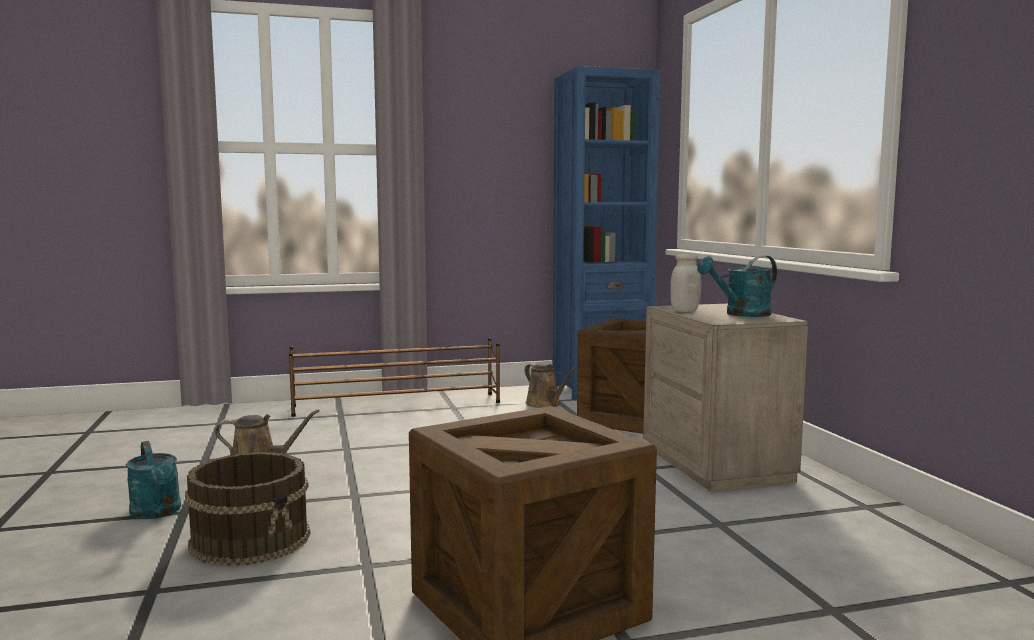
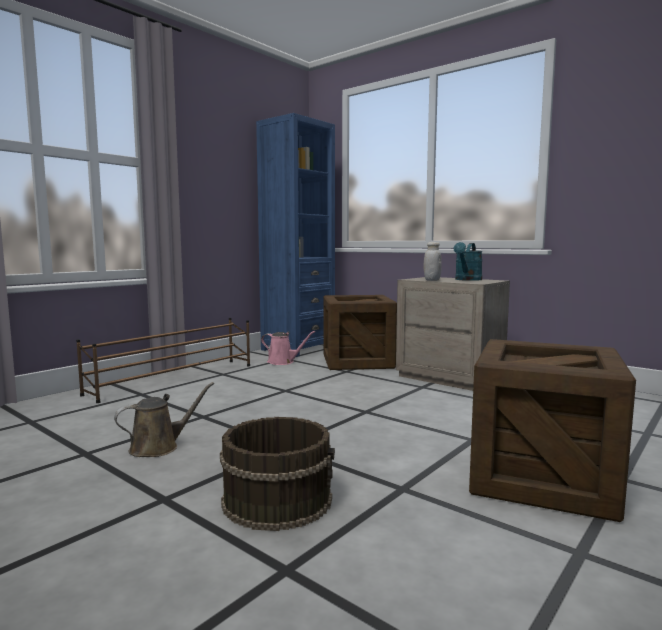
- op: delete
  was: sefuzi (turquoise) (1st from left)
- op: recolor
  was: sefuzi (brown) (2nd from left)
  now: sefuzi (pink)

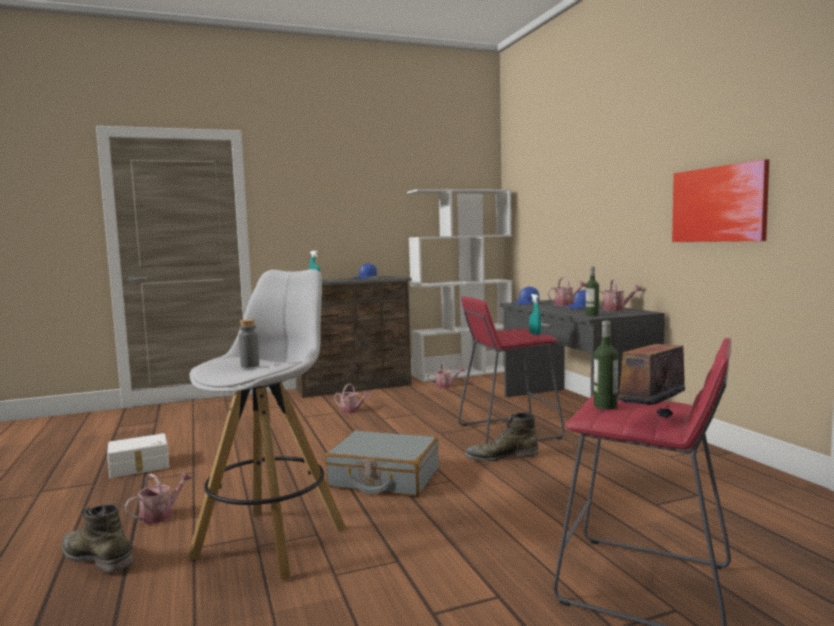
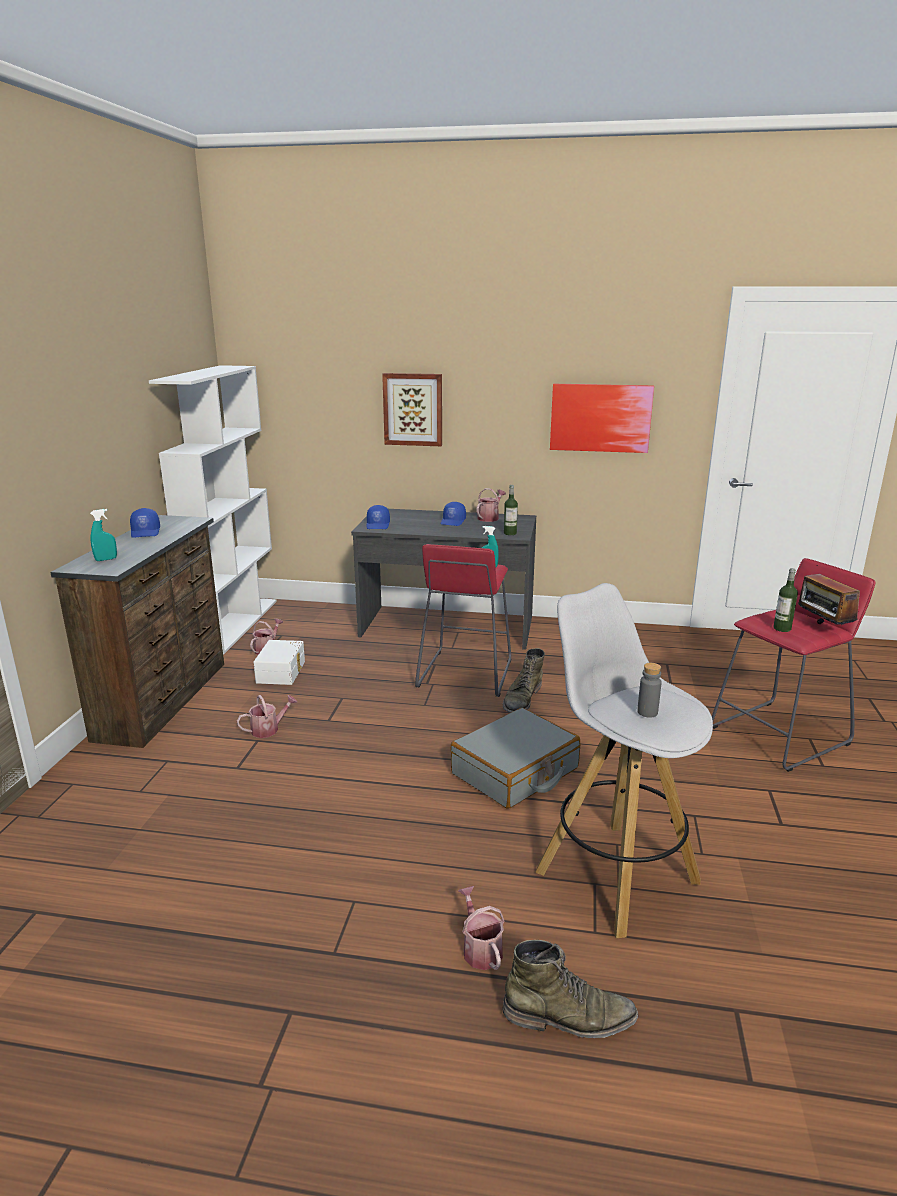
- op: rotate
  was: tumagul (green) (1st from left in the first image)
  clockwise: -150
- op: move
  was: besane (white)
- op: delete
  was: sefuzi (4th from left)
- op: insert
  now: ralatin (1st from left)

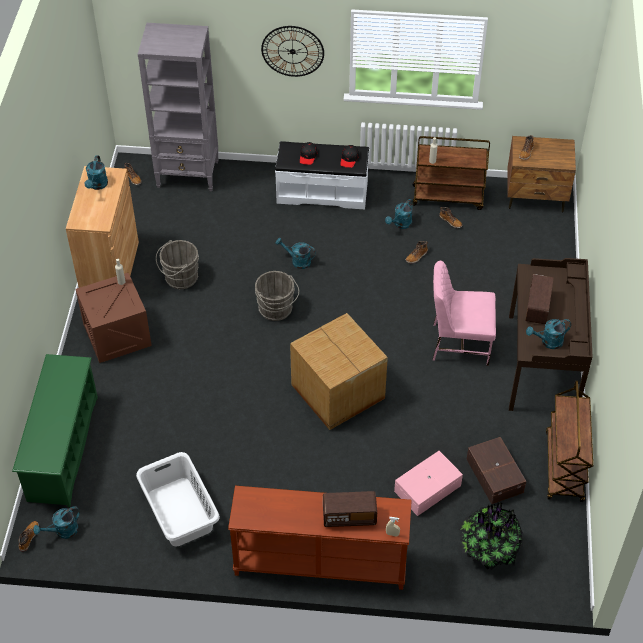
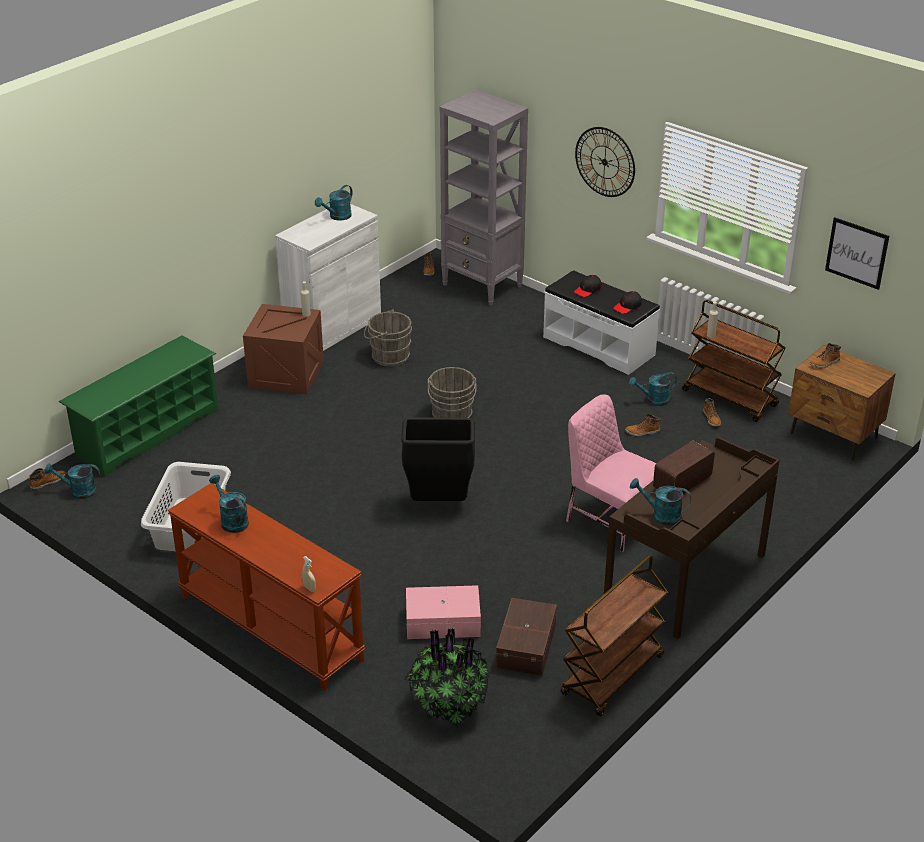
- op: recolor
  was: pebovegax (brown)
  now: pebovegax (white)
- op: move
  was: sefuzi (turquoise) (3rd from left in the first image)
  now: sefuzi (turquoise) (2nd from left)
- op: replace
  was: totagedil
  now: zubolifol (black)
- op: delete
  was: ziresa (1st from left)
- op: insert
  now: ralatin

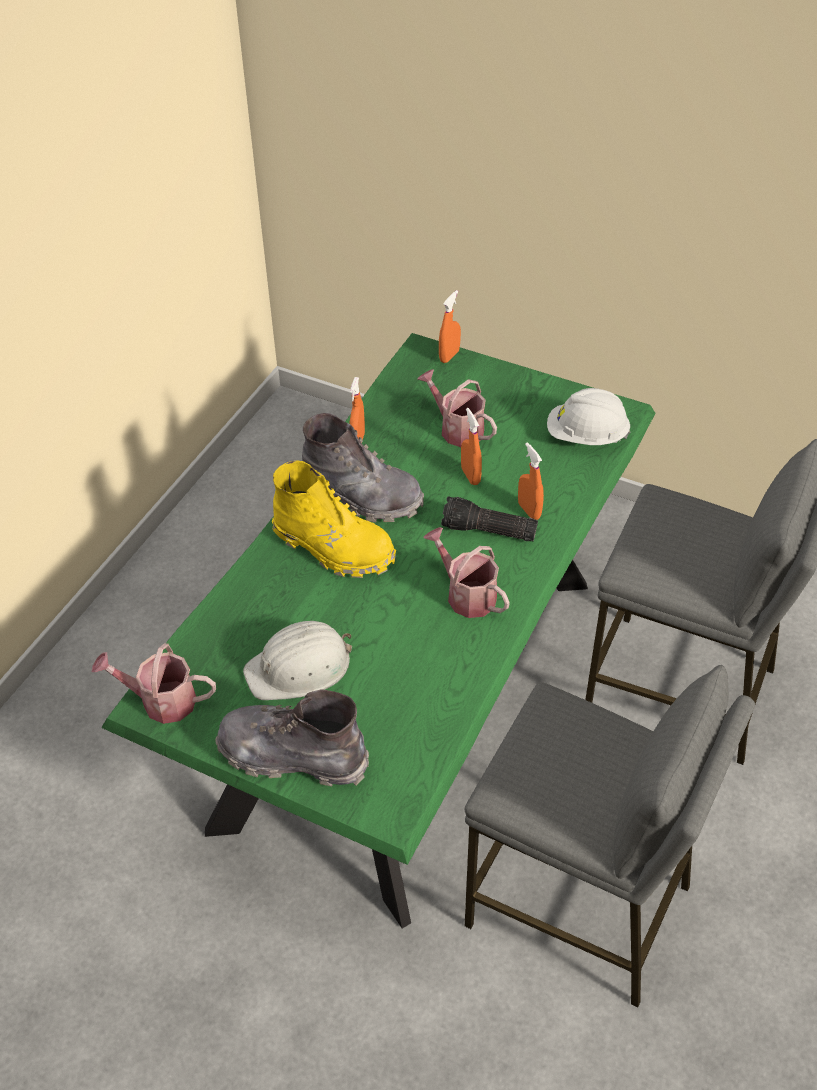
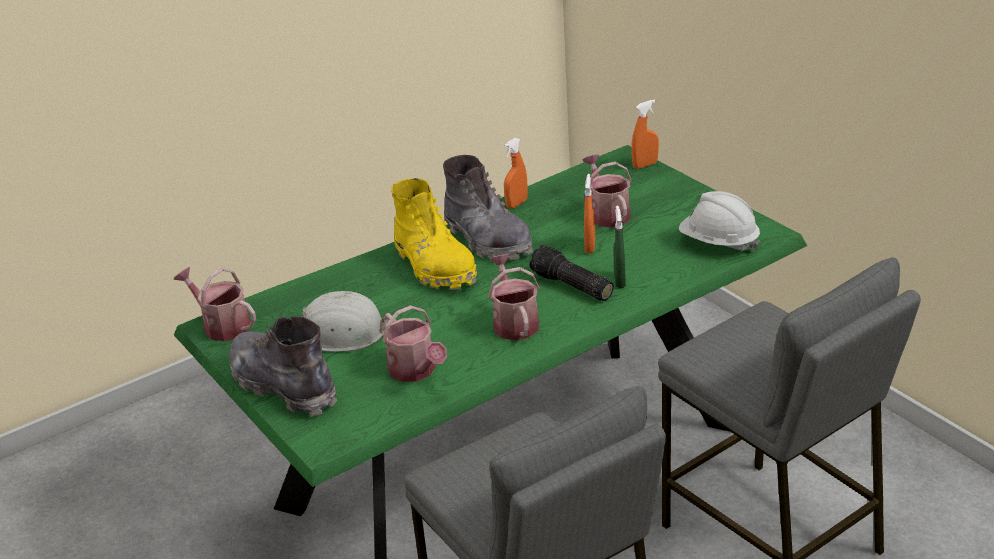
- op: recolor
  was: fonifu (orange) (4th from left)
  now: fonifu (green)
- op: insert
  now: sefuzi (2nd from left)

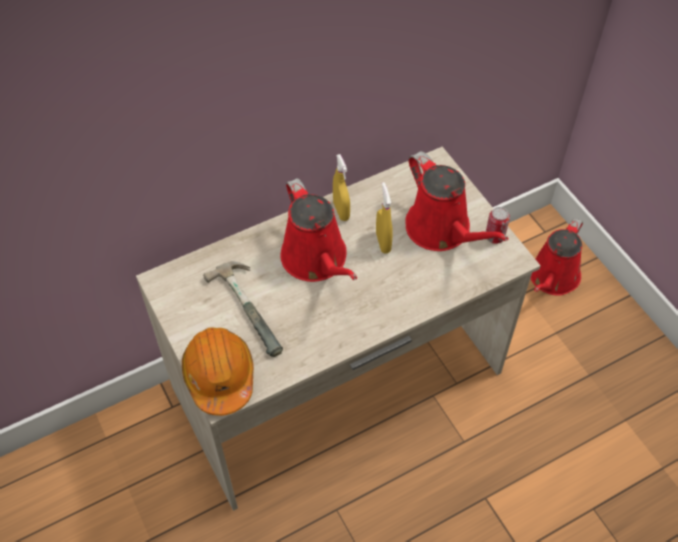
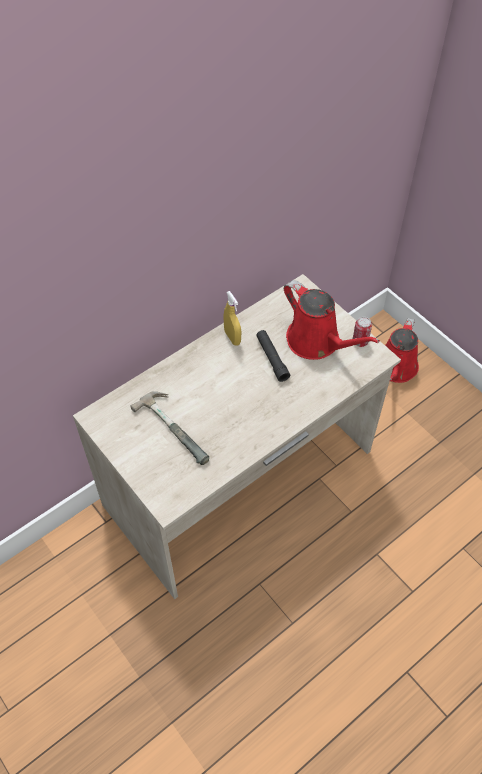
- op: delete
  was: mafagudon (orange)
- op: delete
  was: sefuzi (red) (1st from left)
- op: replace
  was: fonifu (yellow) (2nd from left)
  now: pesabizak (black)

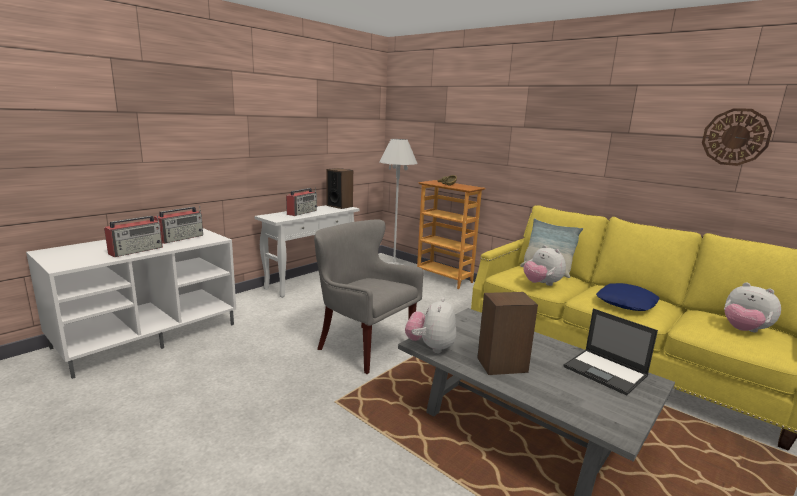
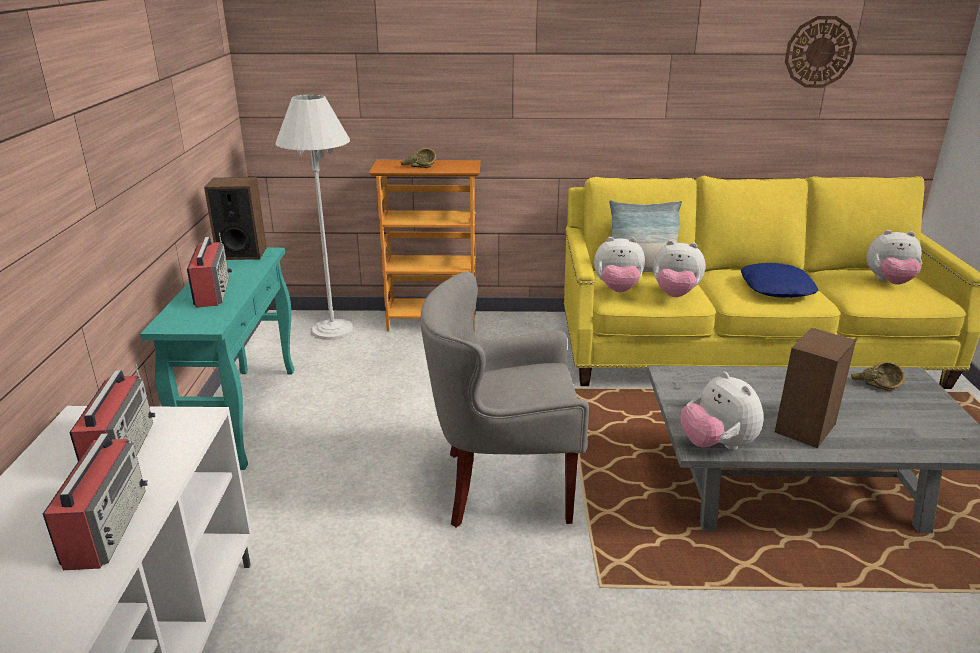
- op: recolor
  was: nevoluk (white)
  now: nevoluk (turquoise)
- op: replace
  was: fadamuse
  now: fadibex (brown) (2nd from left)
- op: insert
  now: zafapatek (1st from left)

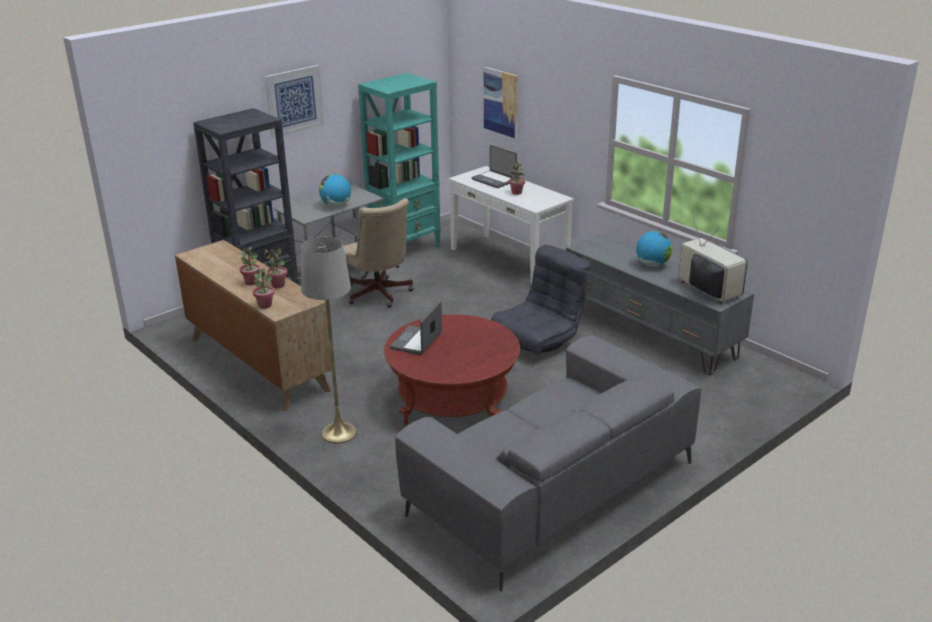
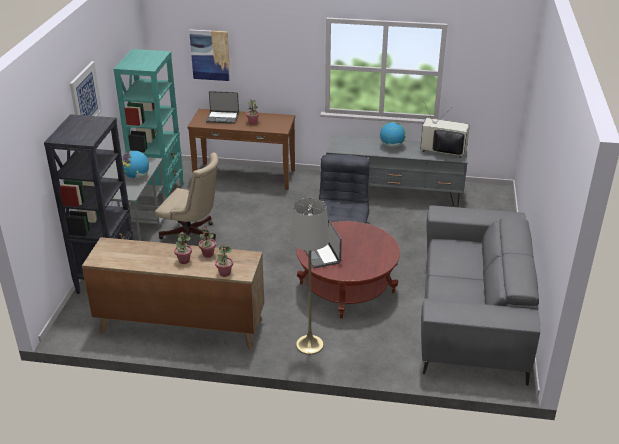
- op: recolor
  was: nevoluk (white)
  now: nevoluk (brown)

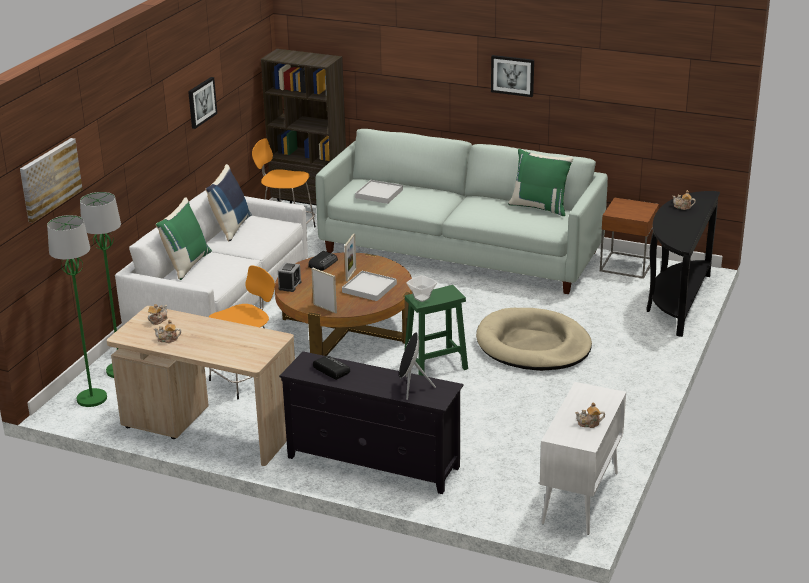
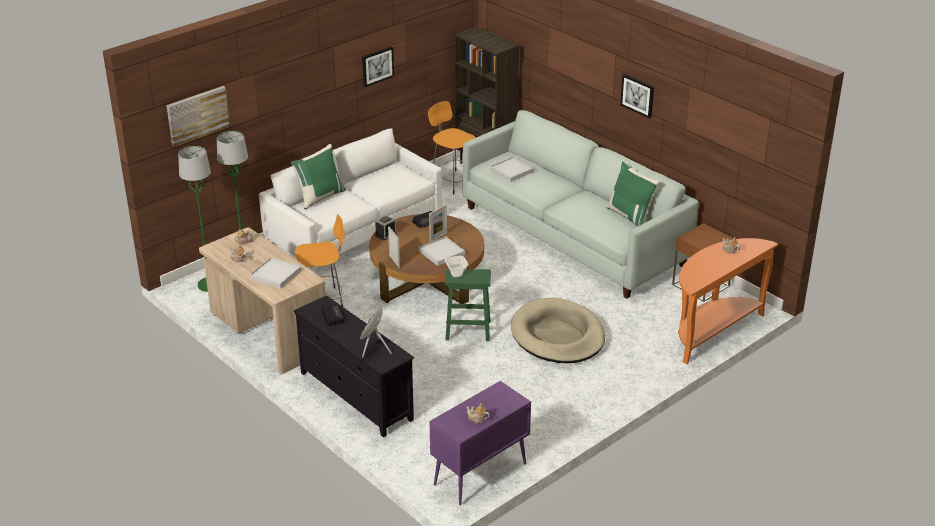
- op: delete
  was: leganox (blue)
- op: recolor
  was: pebovegax (white)
  now: pebovegax (purple)
- op: recolor
  was: nevoluk (black)
  now: nevoluk (orange)
- op: insert
  now: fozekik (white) (1st from left)

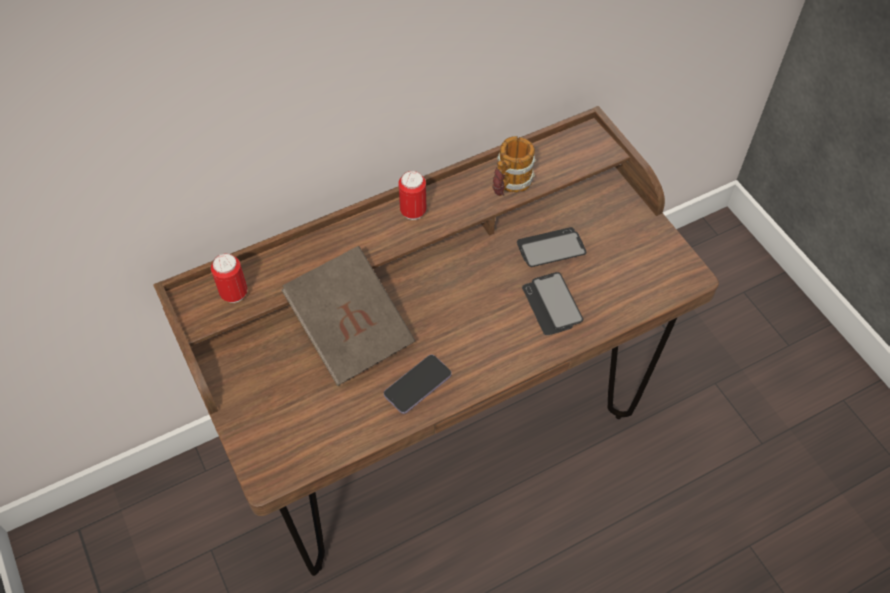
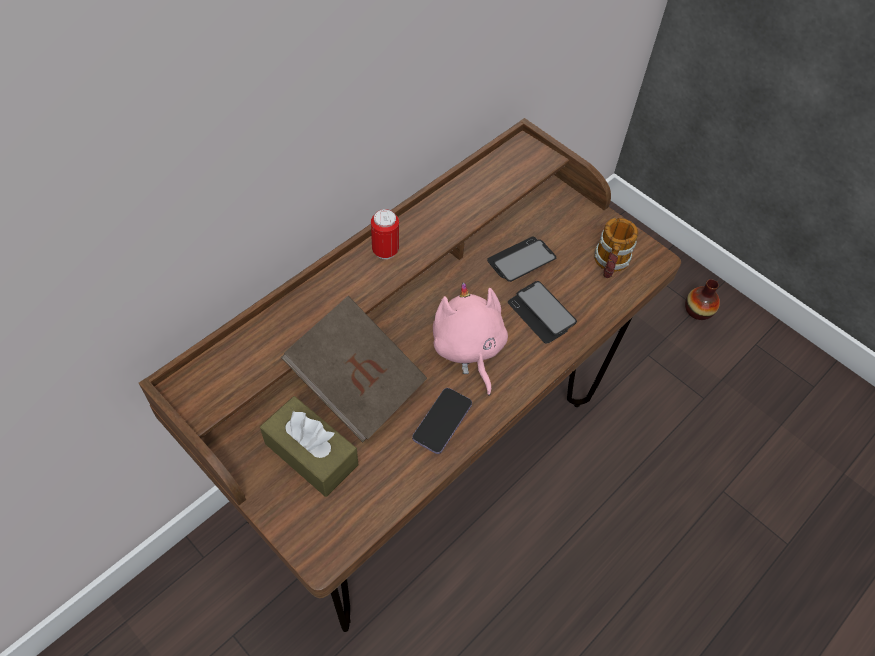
- op: delete
  was: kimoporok (1st from left)
- op: move
  was: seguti
- op: insert
  now: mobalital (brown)
- op: insert
  now: zafapatek (pink)
- op: insert
  now: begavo

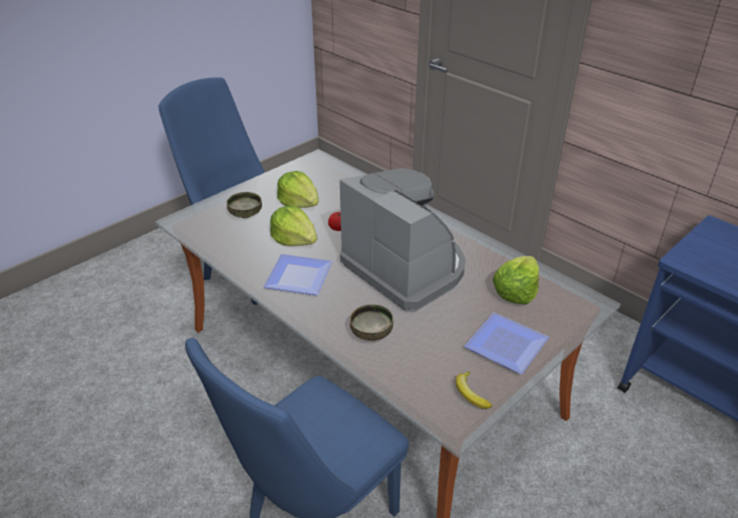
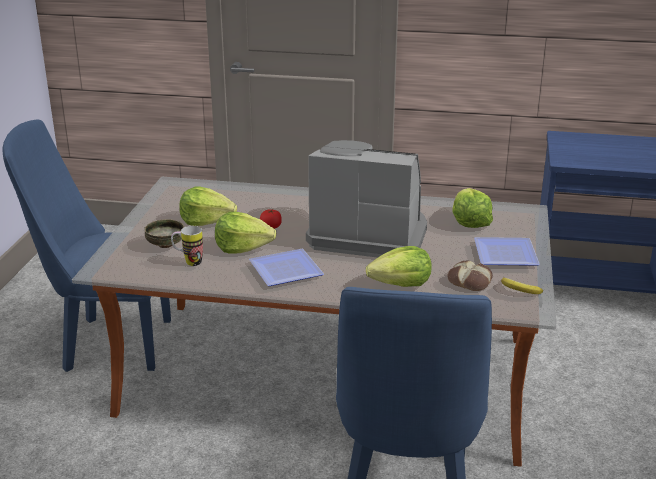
- op: replace
  was: fadibex (2nd from left)
  now: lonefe (3rd from left)
- op: insert
  now: seguti
- op: insert
  now: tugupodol

